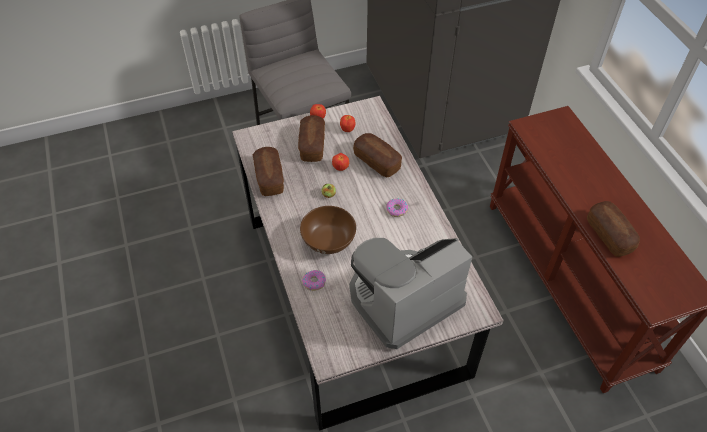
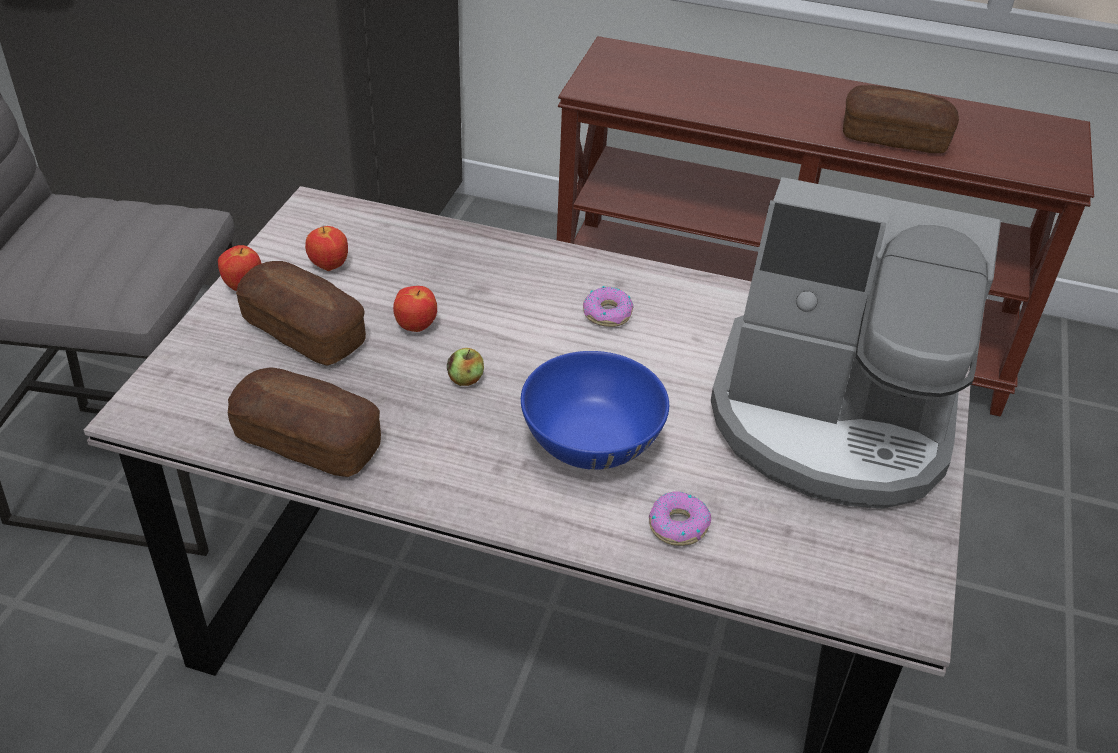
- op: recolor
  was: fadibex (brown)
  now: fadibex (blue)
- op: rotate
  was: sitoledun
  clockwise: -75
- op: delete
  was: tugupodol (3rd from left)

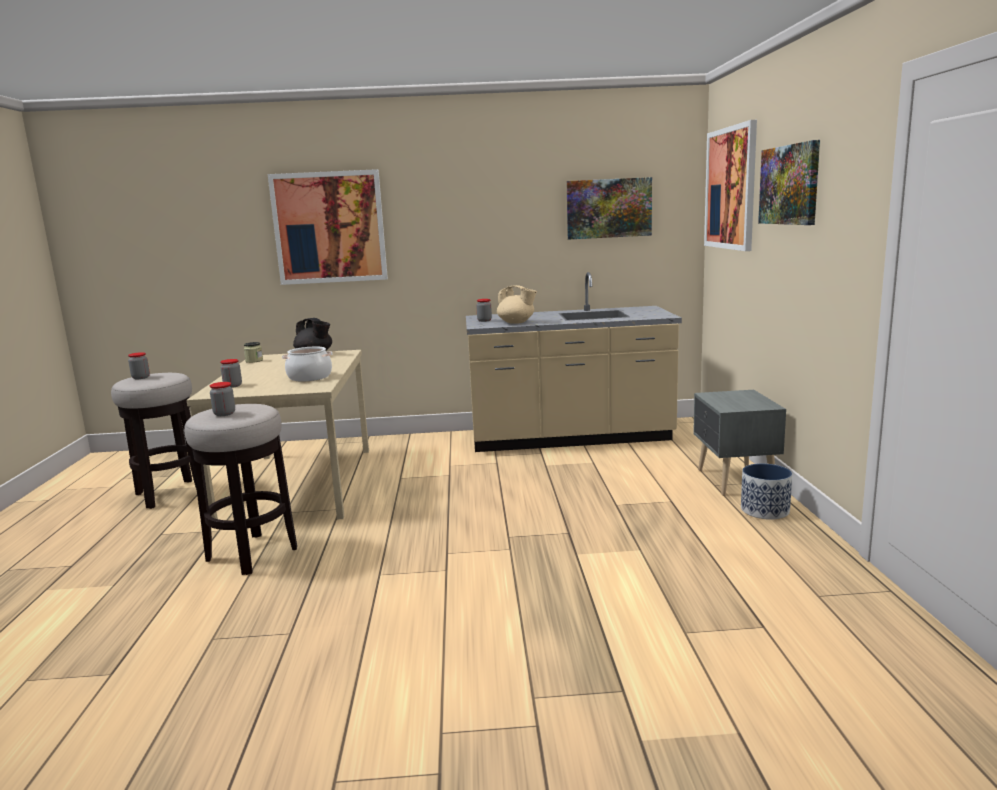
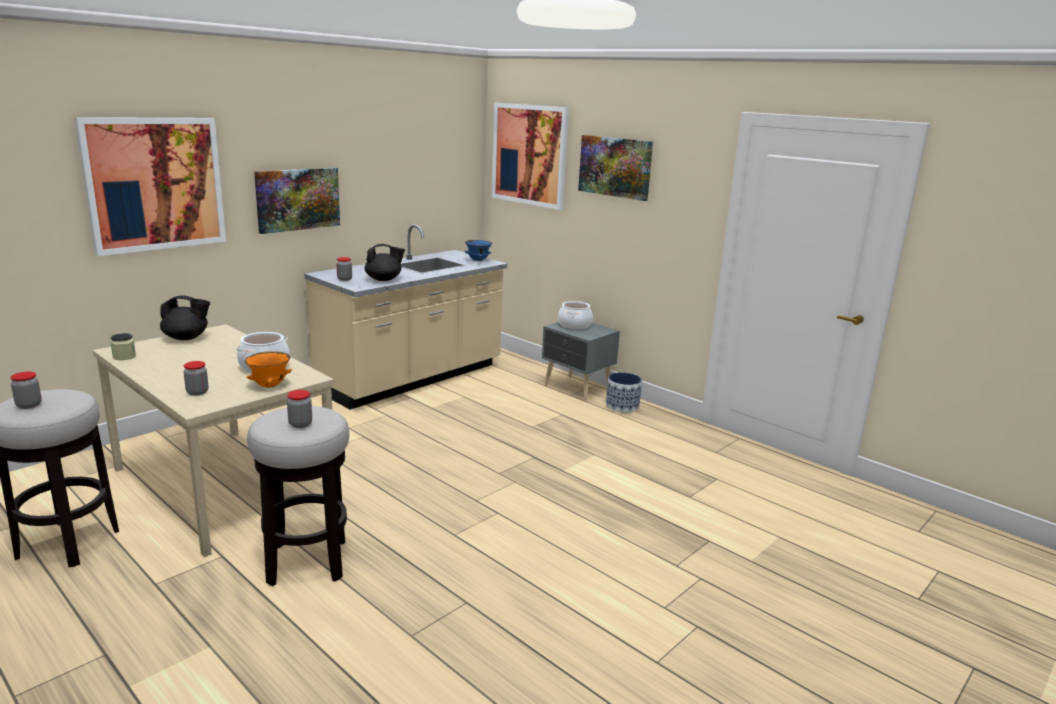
- op: recolor
  was: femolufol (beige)
  now: femolufol (black) (2nd from left)
- op: move
  was: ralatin (2nd from left)
- op: insert
  now: fadibex (orange)
- op: insert
  now: fadibex (blue)
- op: insert
  now: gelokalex (2nd from left)

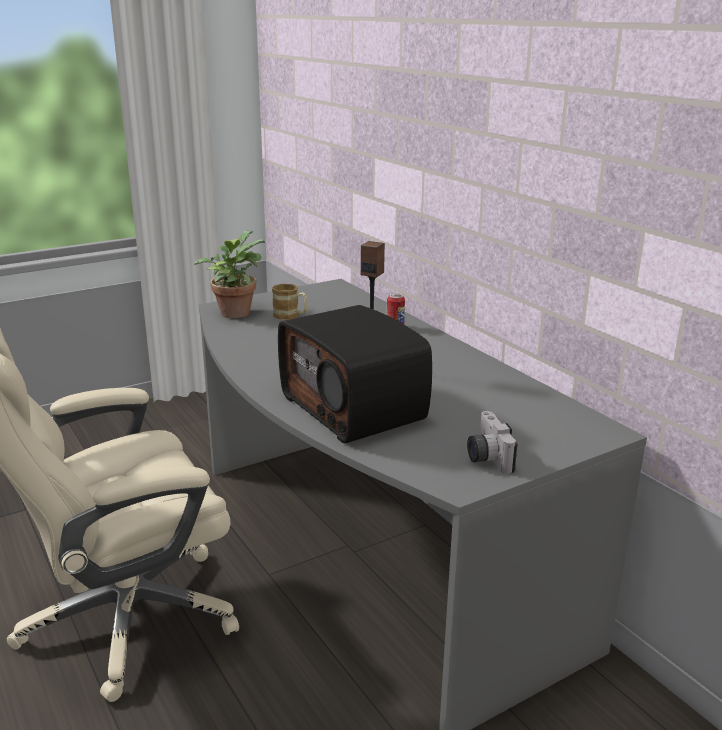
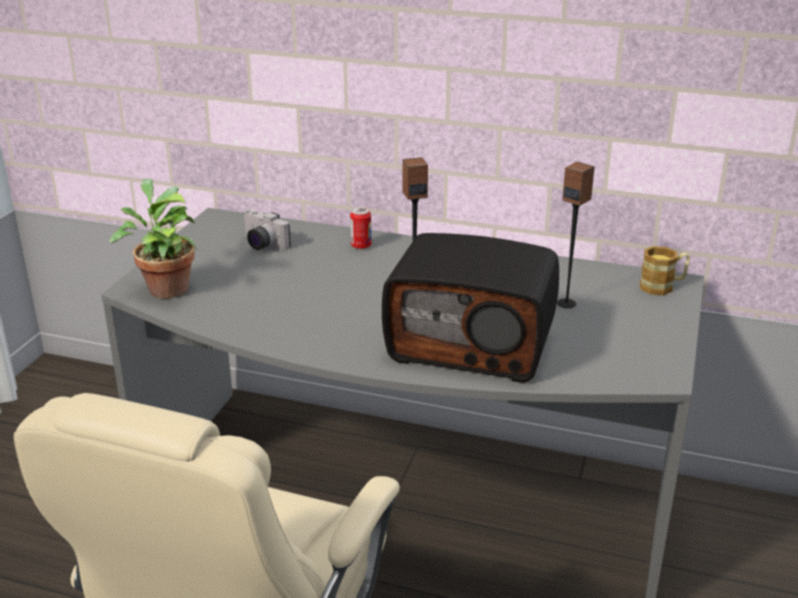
- op: move
  was: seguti
- op: move
  was: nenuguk
- op: insert
  now: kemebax (2nd from left)

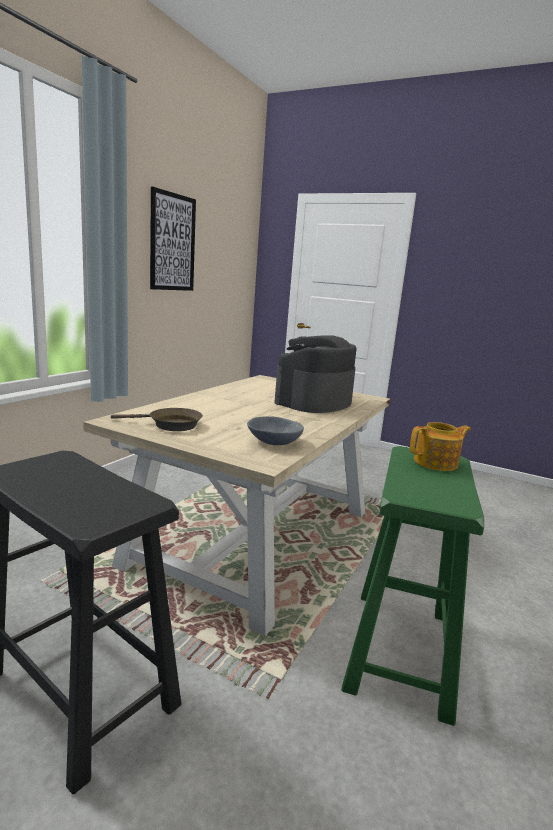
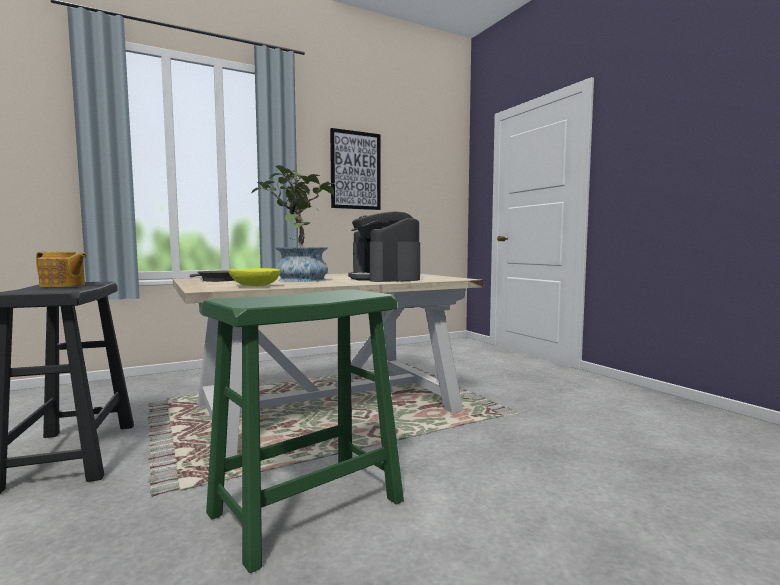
- op: recolor
  was: fadibex (grey)
  now: fadibex (yellow)
- op: rotate
  was: sitoledun
  clockwise: -90
- op: move
  was: femolufol
- op: insert
  now: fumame

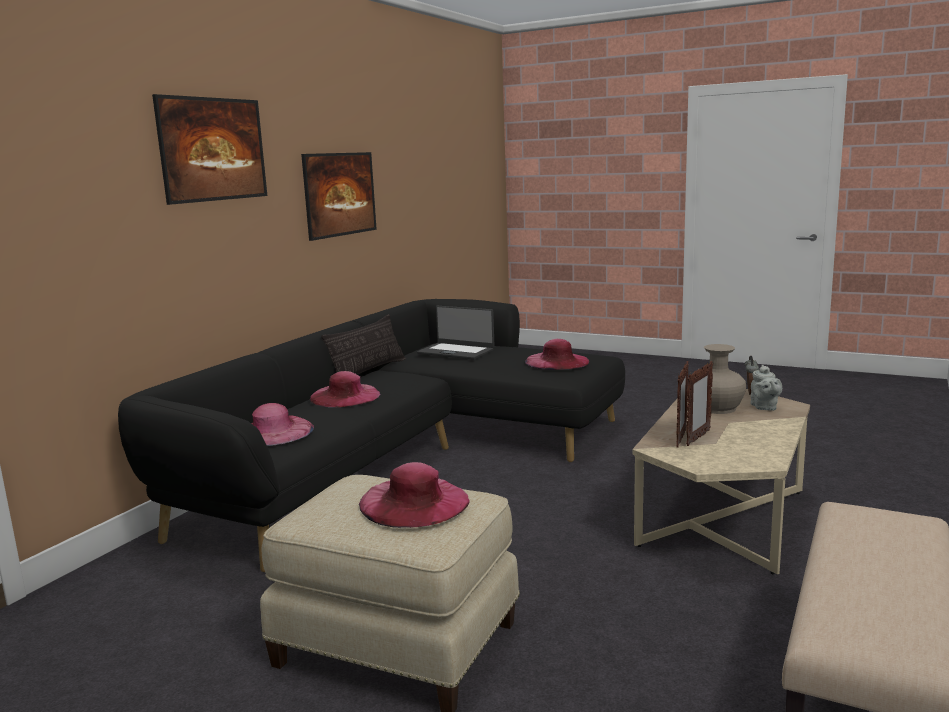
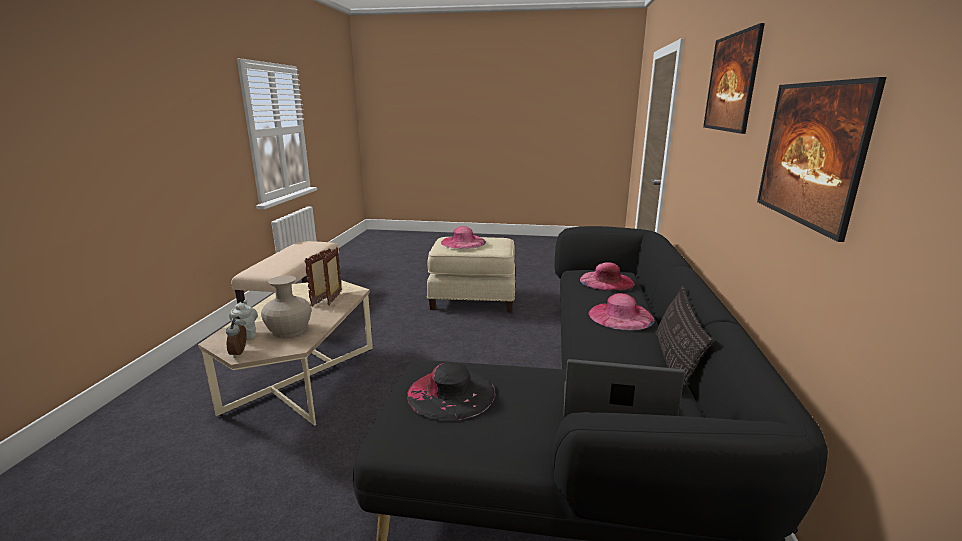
- op: recolor
  was: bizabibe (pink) (4th from left)
  now: bizabibe (black)

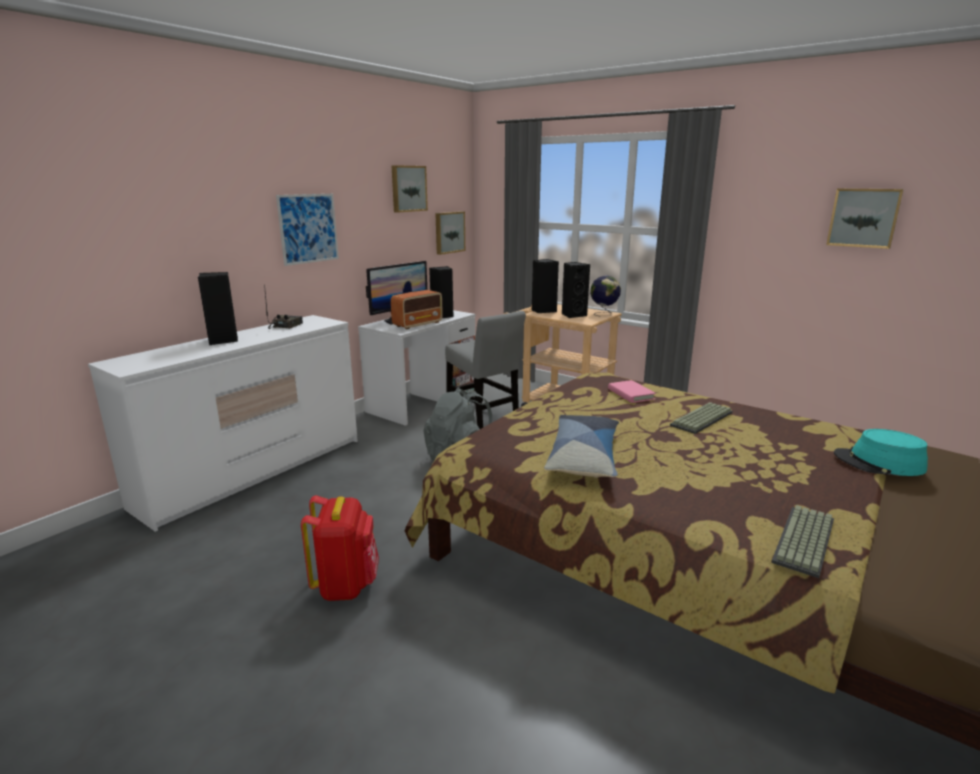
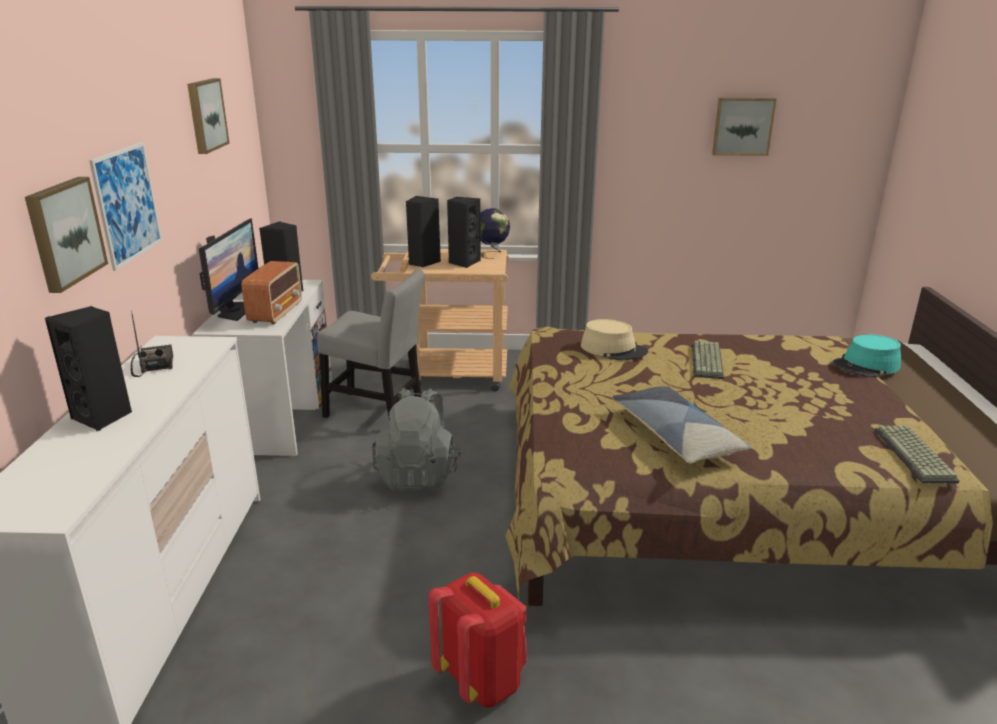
- op: move
  was: ralatin (3rd from left in the first image)
  now: ralatin (1st from left)
- op: replace
  was: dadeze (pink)
  now: bizabibe (beige)

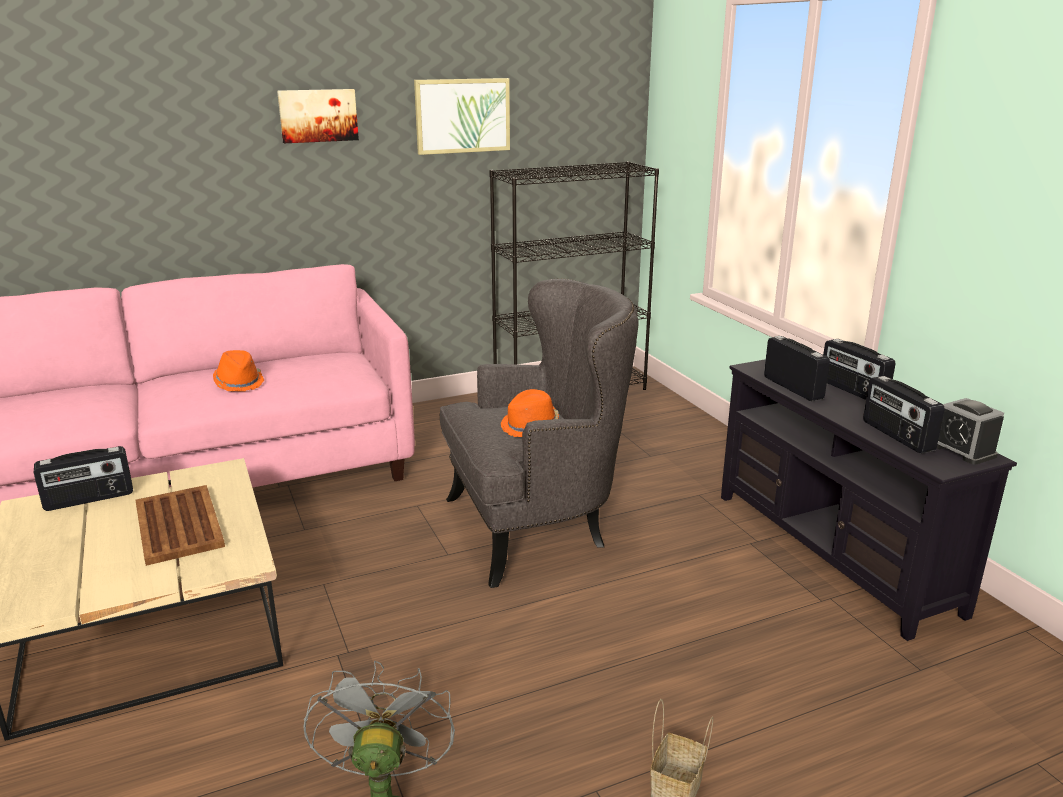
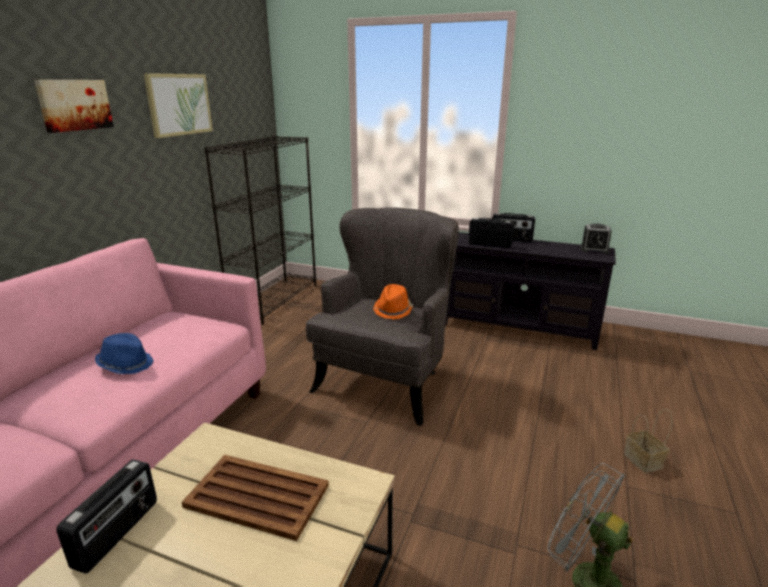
- op: recolor
  was: bizabibe (orange) (1st from left)
  now: bizabibe (blue)
- op: delete
  was: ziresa (4th from left)

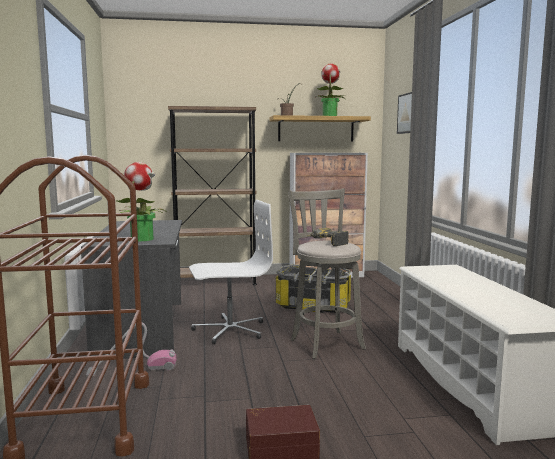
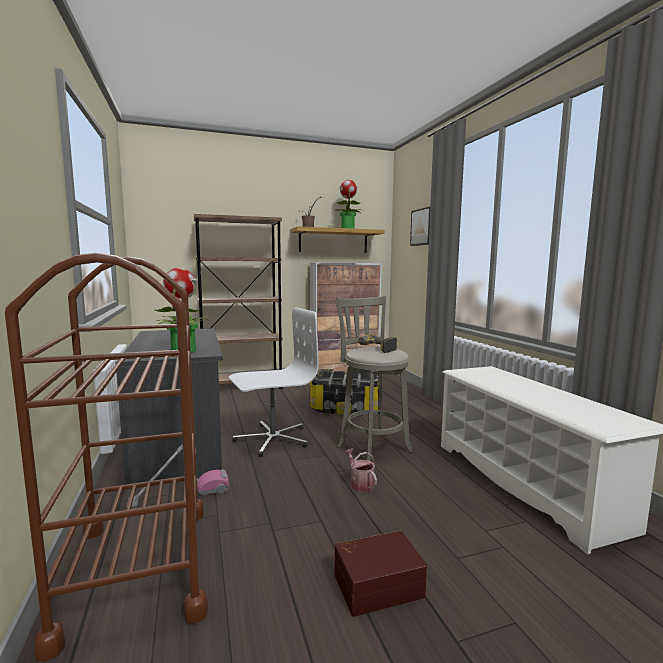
- op: insert
  now: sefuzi

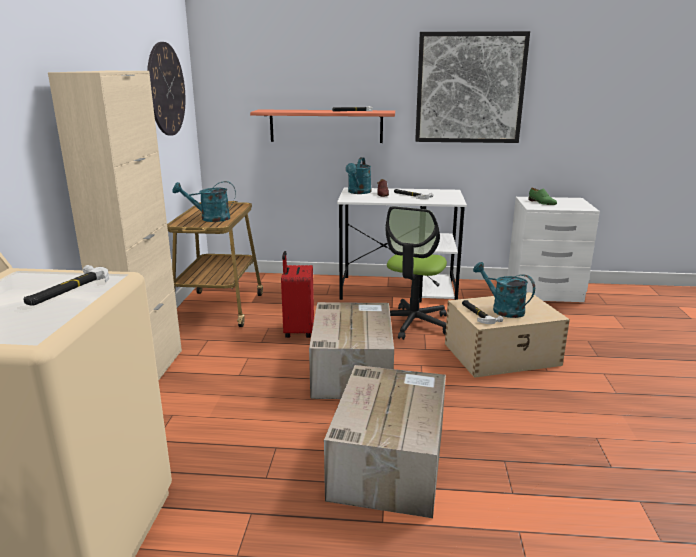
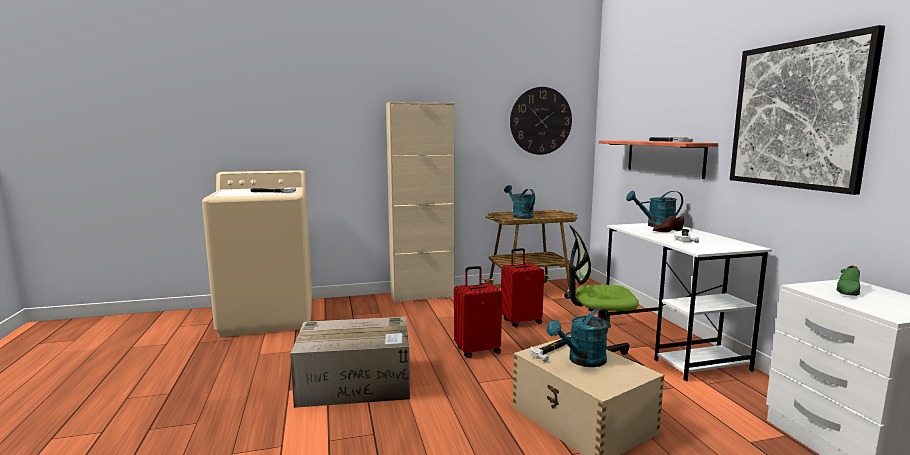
- op: replace
  was: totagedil (1st from left)
  now: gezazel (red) (1st from left)
- op: rotate
  was: sefuzi (turquoise) (3rd from left in the first image)
  clockwise: -150

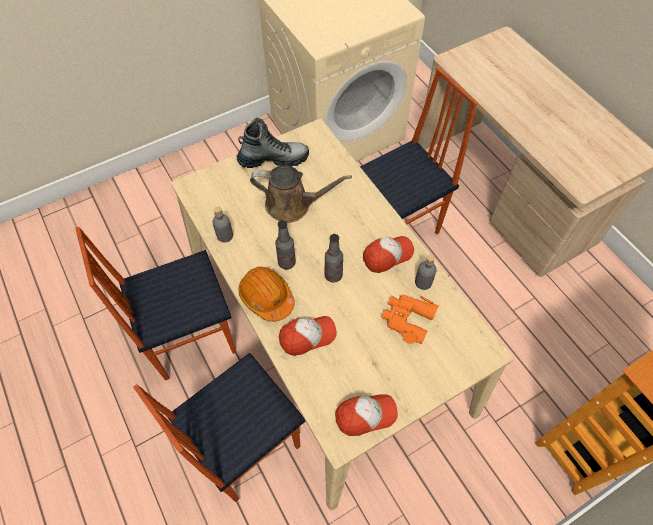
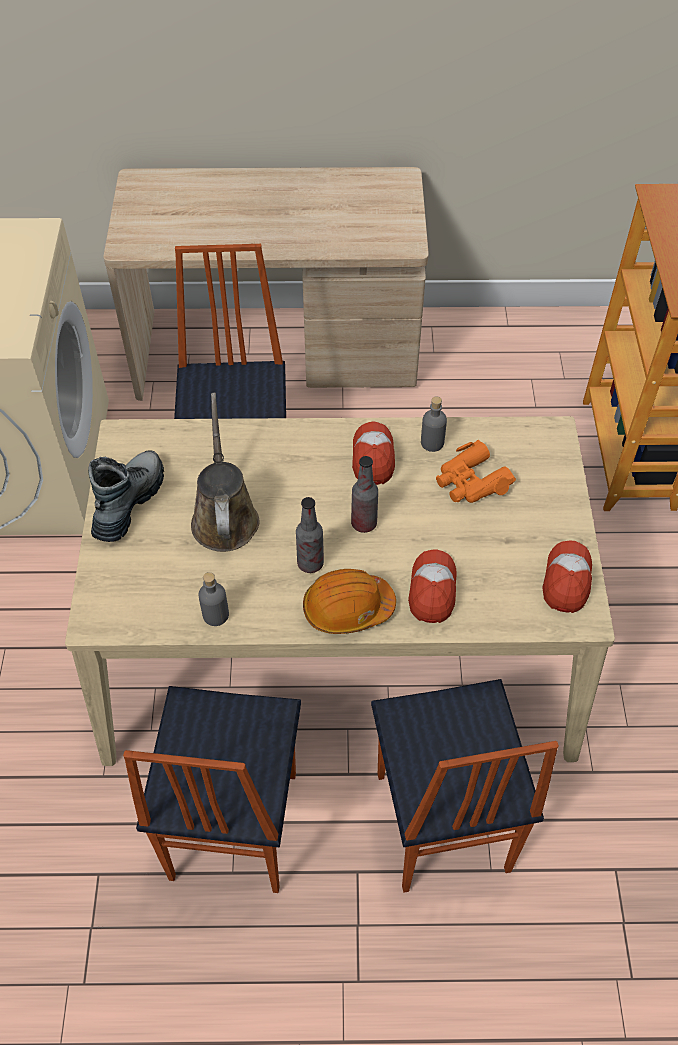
- op: rotate
  was: sefuzi (brown)
  clockwise: -45

